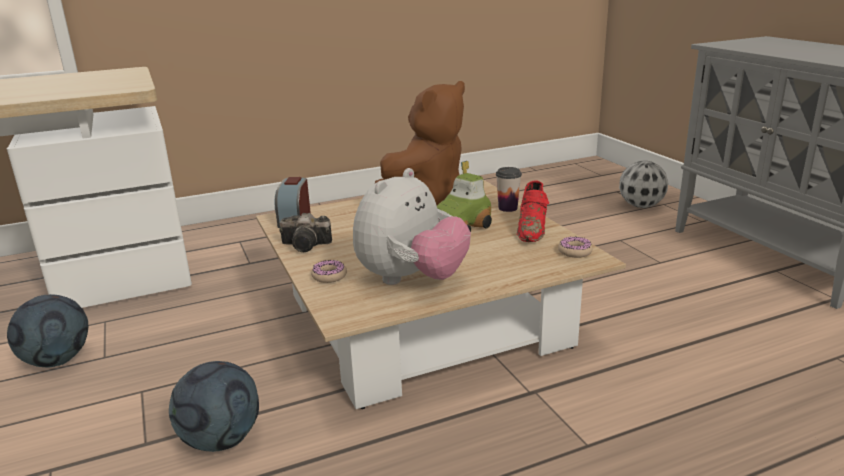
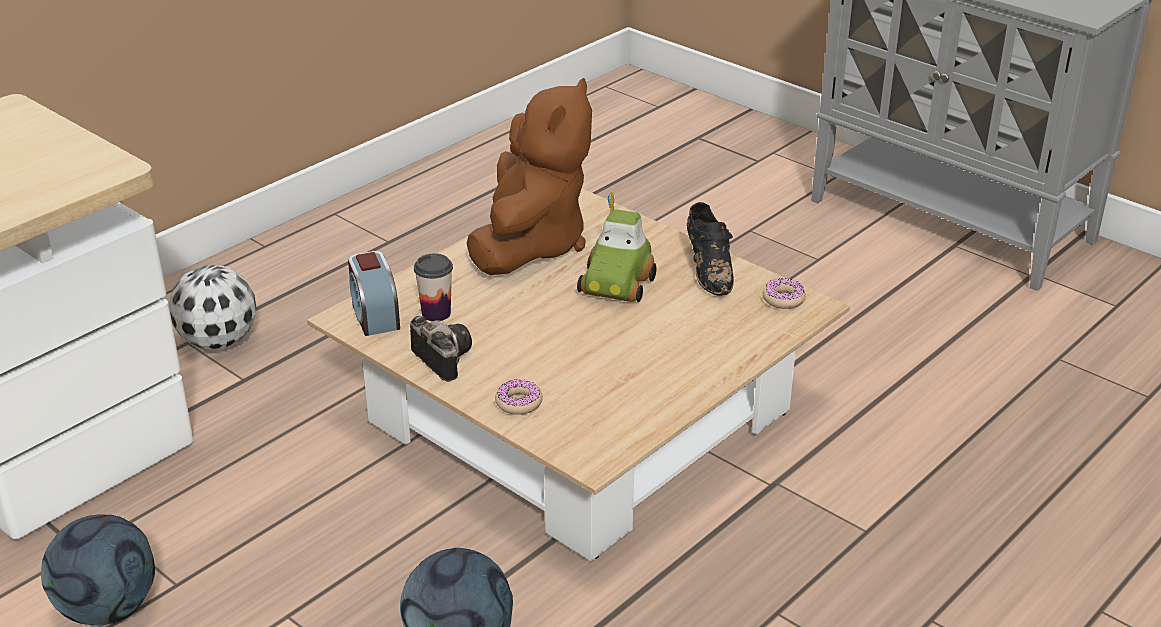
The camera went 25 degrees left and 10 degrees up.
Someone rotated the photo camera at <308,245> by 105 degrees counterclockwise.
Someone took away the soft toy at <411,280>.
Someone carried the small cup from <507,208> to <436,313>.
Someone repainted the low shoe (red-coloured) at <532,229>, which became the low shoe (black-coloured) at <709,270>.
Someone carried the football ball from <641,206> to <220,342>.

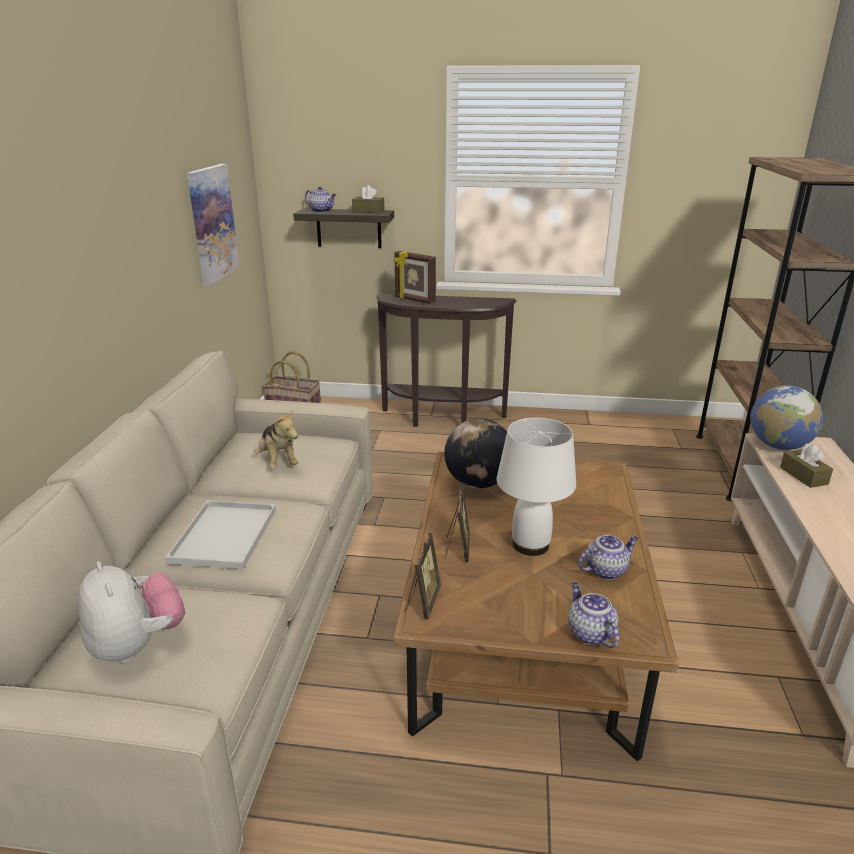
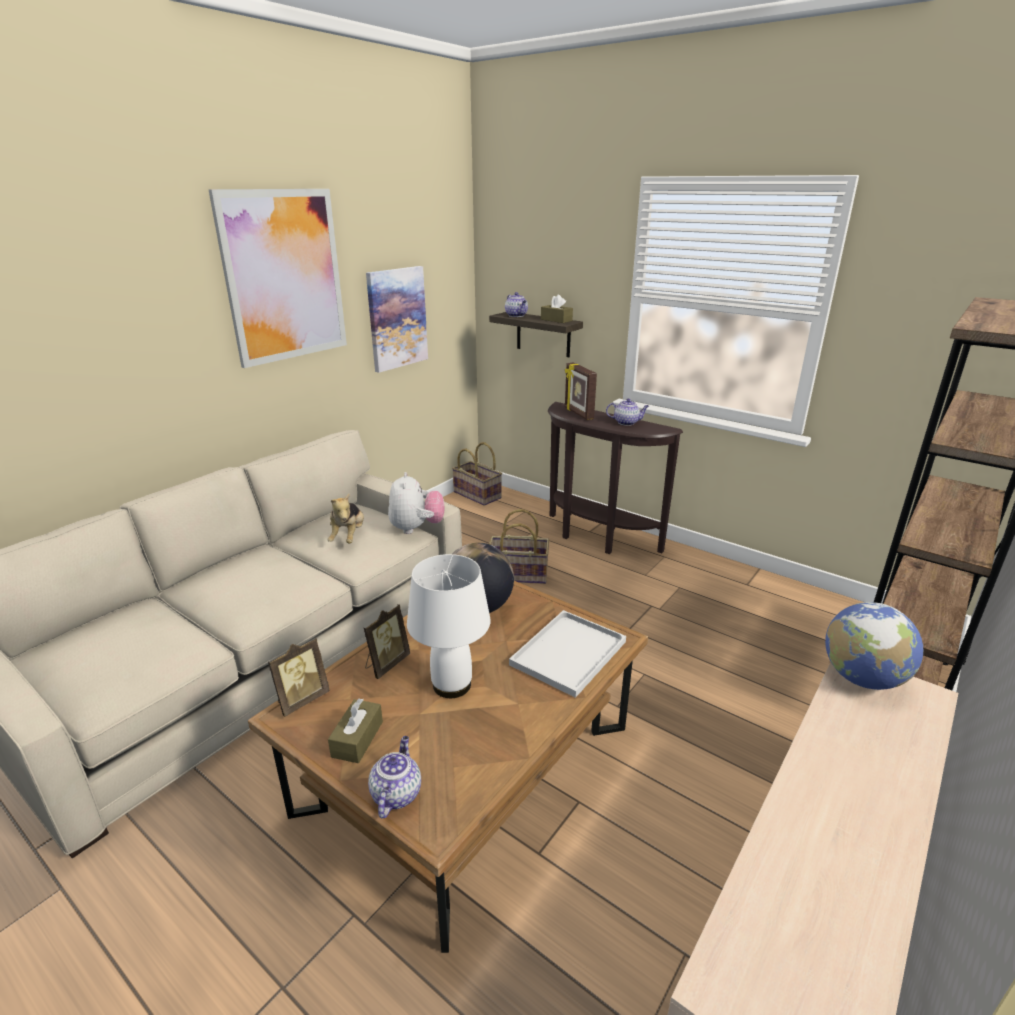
The camera went 30 degrees right and 0 degrees up.
Someone carried the soft toy from <137,645> to <416,528>.
Someone carried the carrying tray (white-coloured) from <224,537> to <568,654>.
Someone carried the tea pot from <606,570> to <626,422>.
Someone carried the tissue box (brown-coloured) from <803,476> to <357,739>.
Someone put up the wall art at <284,276>.
Someone put down the basket at <518,575>.

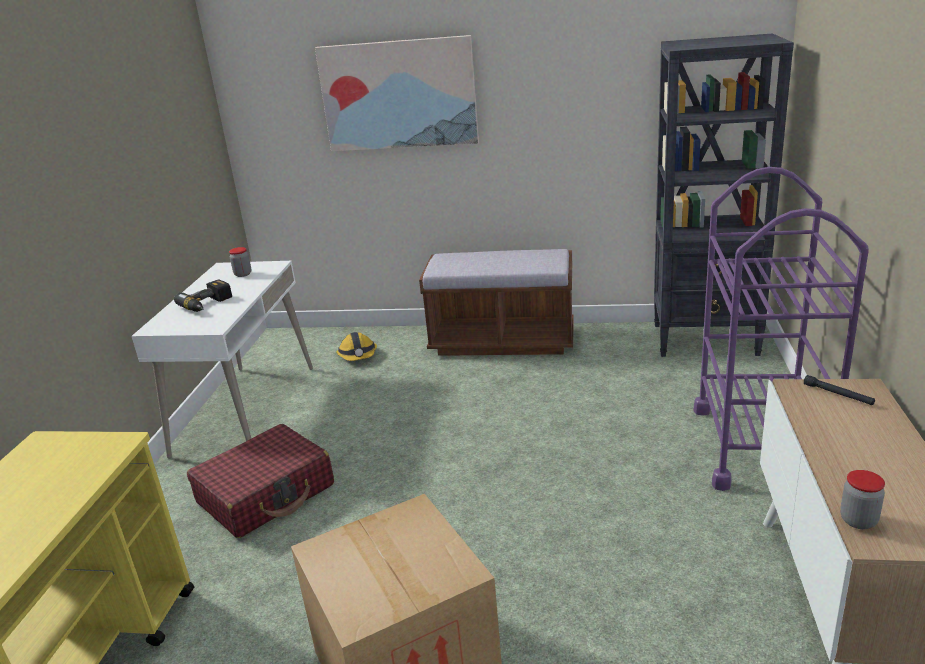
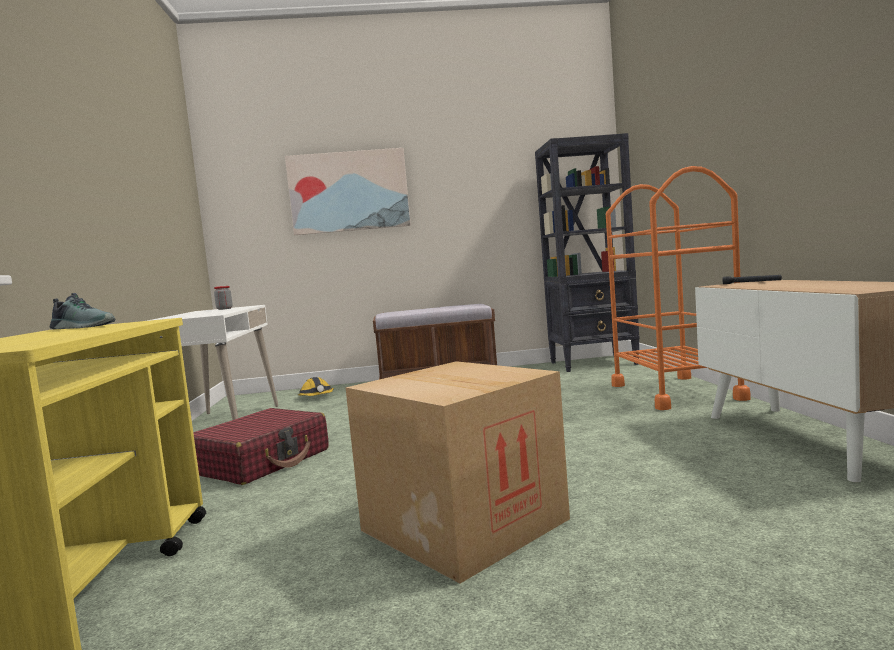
The camera went 15 degrees left and 20 degrees down.
Someone took away the drill at <208,305>.
Someone repainted the cart (purplish) at <760,446>, which became the cart (orange-coloured) at <675,392>.
Someone took away the jar at <858,520>.
Someone put down the low shoe at <85,327>.

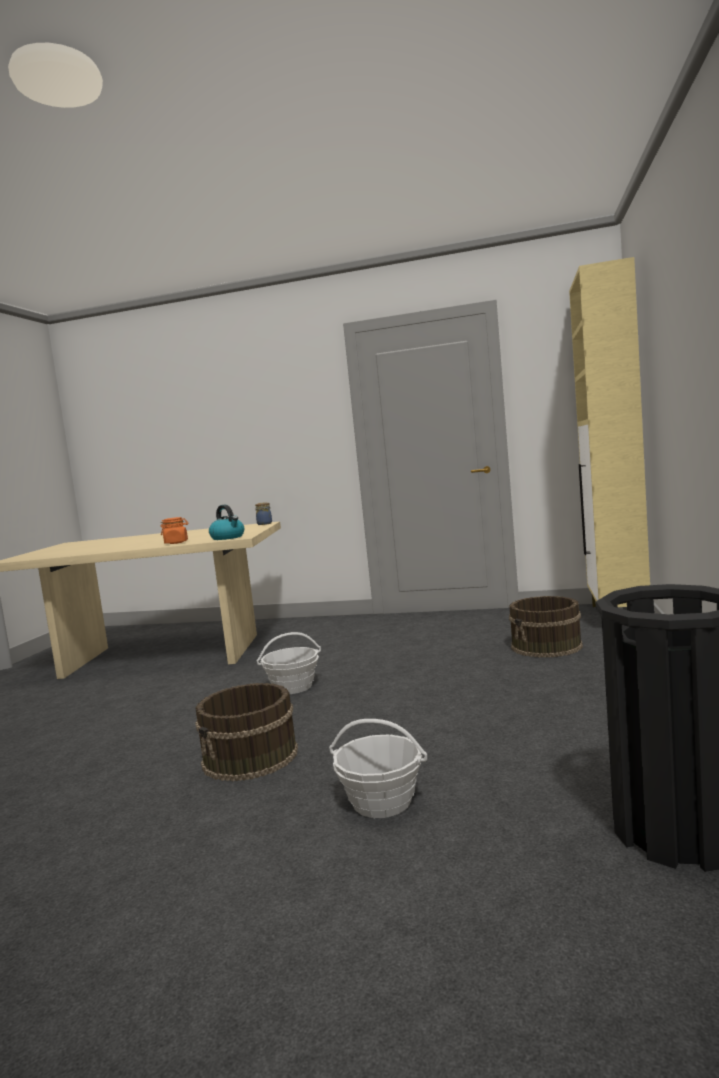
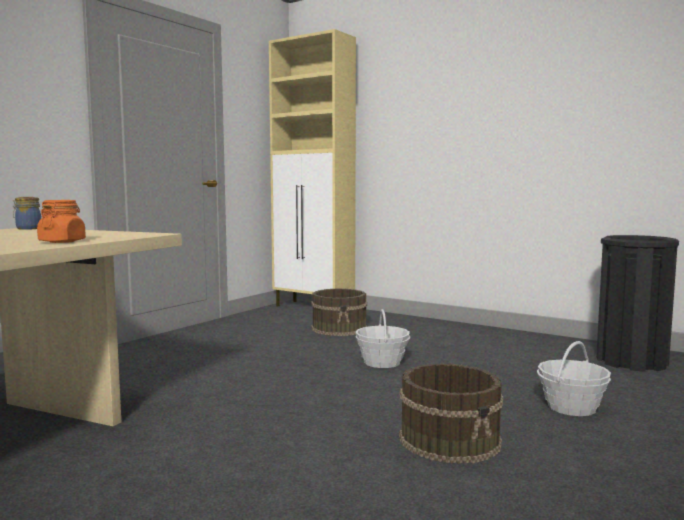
The camera went 70 degrees left and 0 degrees up.
Someone took away the tea kettle at <228,537>.
Someone carried the basket from <293,687> to <382,362>.

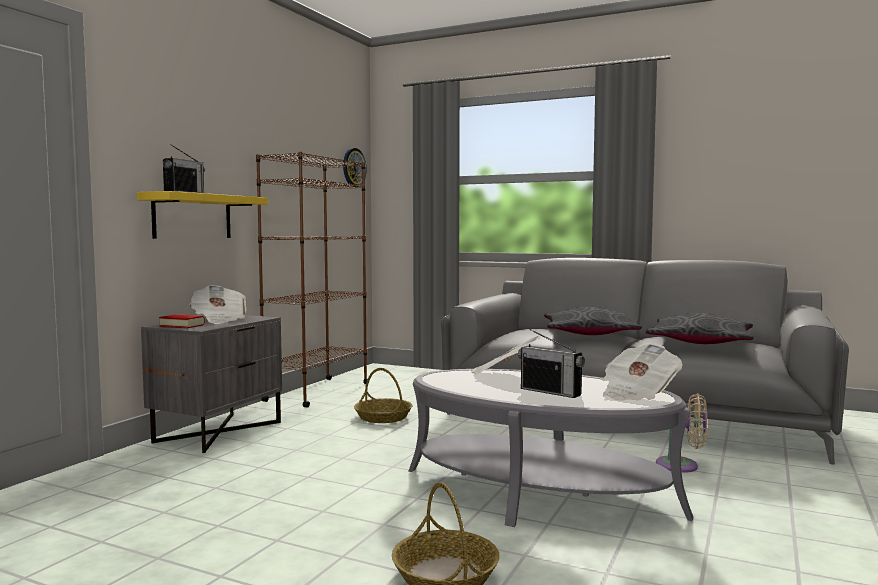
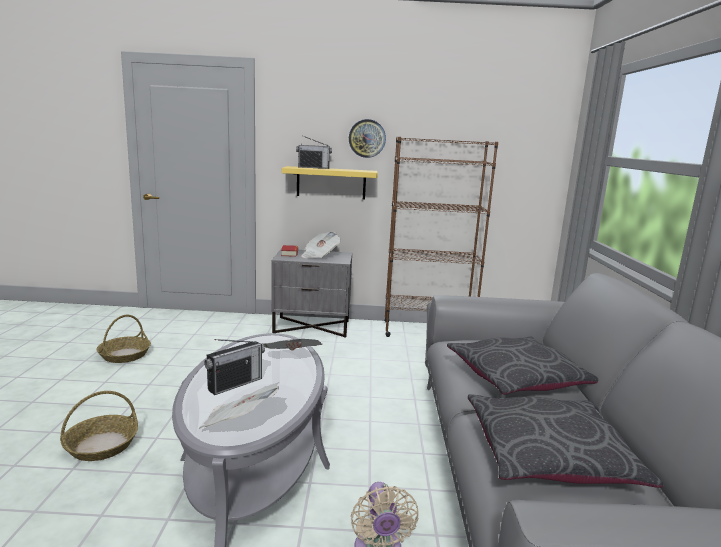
The camera went 65 degrees right and 10 degrees up.
Someone carried the wall clock from <353,167> to <367,138>.
Someone carried the basket from <383,417> to <125,355>.
Someone rotated the radio receiver at <550,392> by 150 degrees counterclockwise.

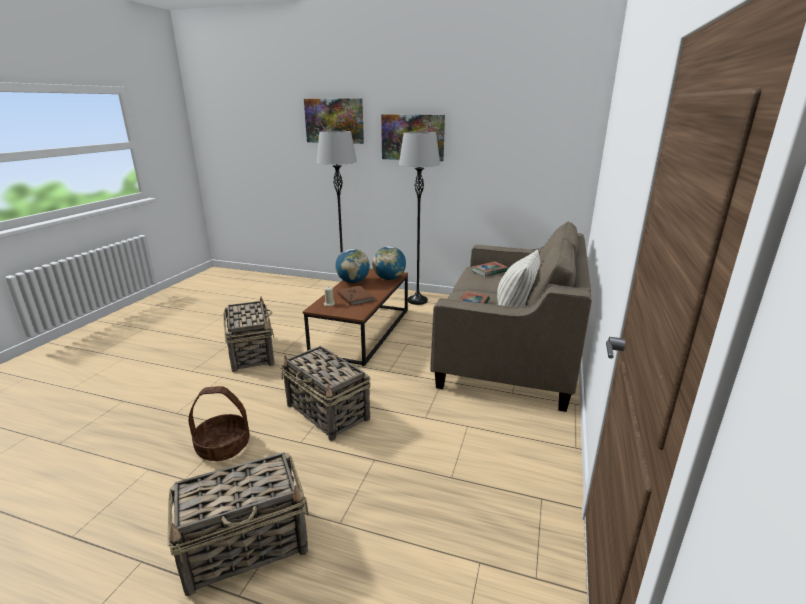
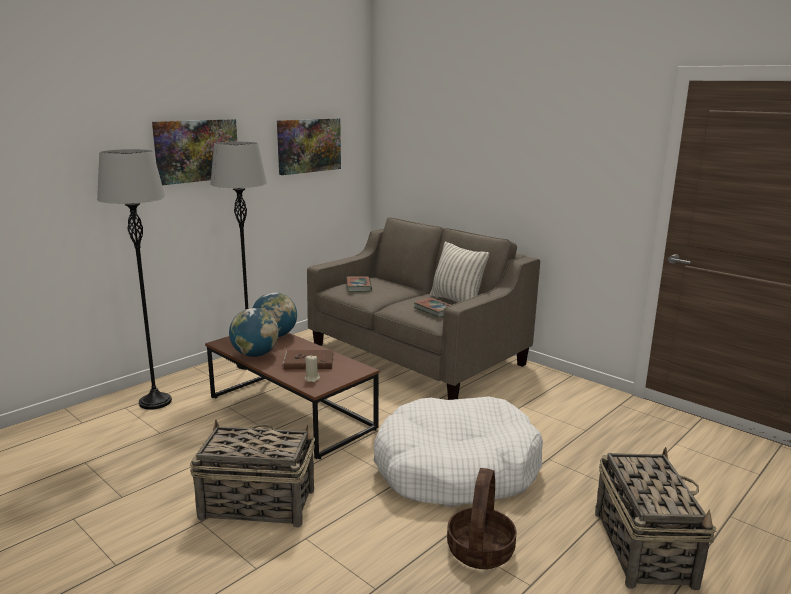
The camera went 65 degrees left and 5 degrees down.
Someone swapped the basket at <328,412> for the dog cushion (white-coloured) at <456,468>.
Someone carried the wall art from <334,121> to <309,145>.

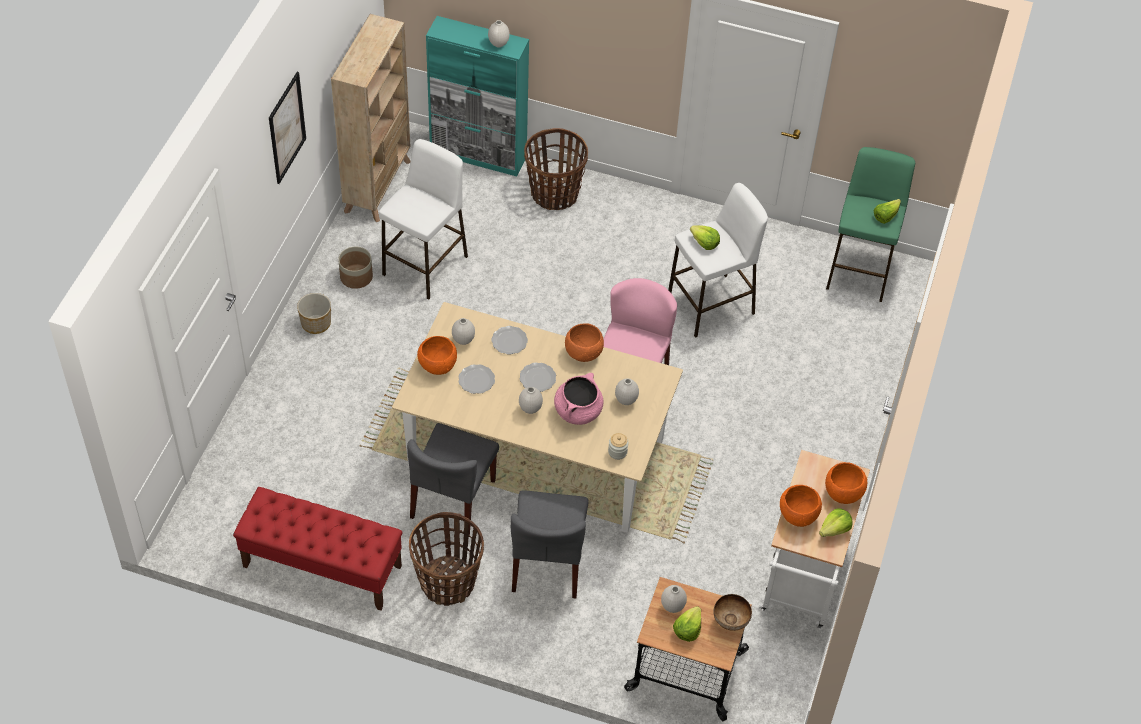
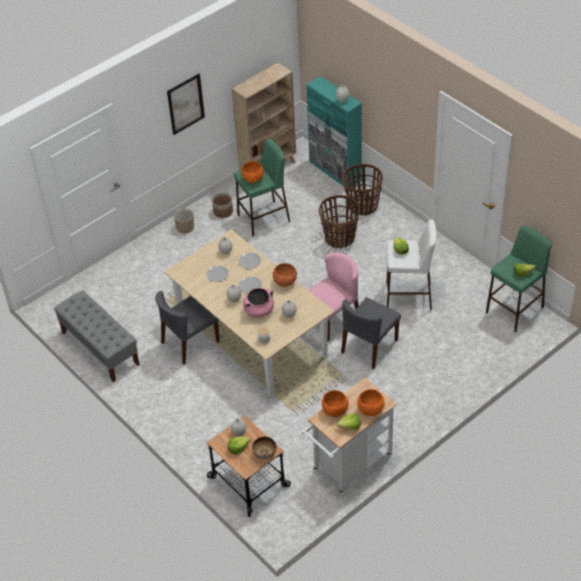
The camera went 35 degrees right and 5 degrees down.
Someone repainted the indoor bench (red-coloured) at <321,566>, which became the indoor bench (grey) at <100,348>.
Someone repainted the stool seat (white-coloured) at <425,265>, which became the stool seat (greenish) at <264,218>.
Someone carried the basket from <447,582> to <339,238>.
Someone carried the serving bowl (orange-coloured) from <437,366> to <252,179>.
Someone carried the chair (grey) from <548,563> to <369,346>.

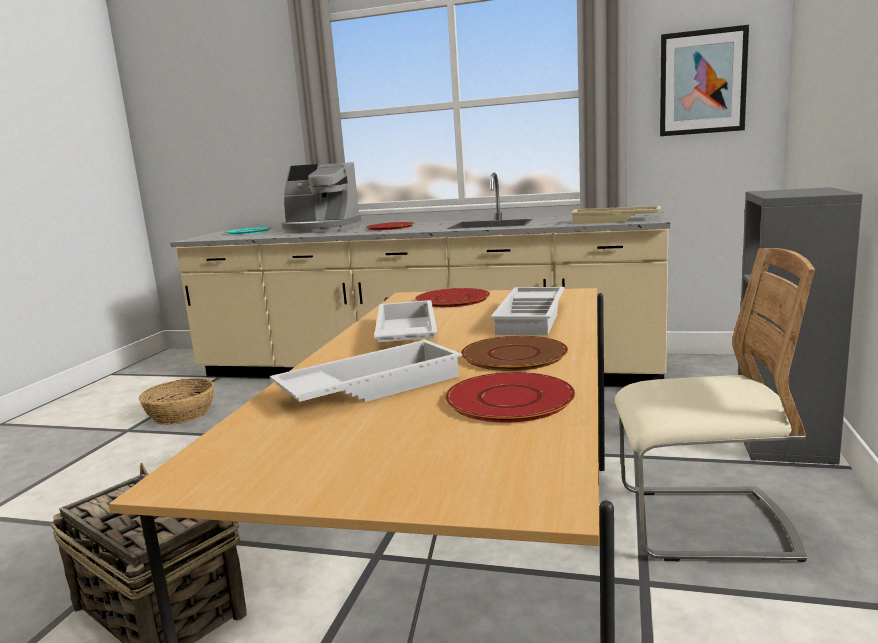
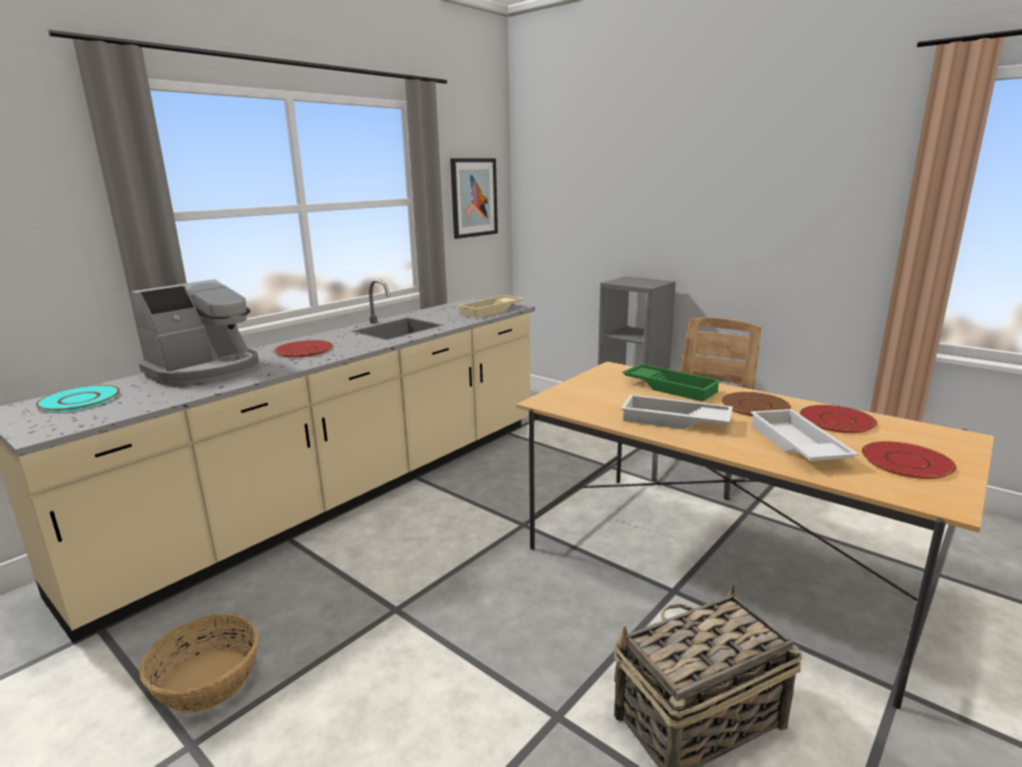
The camera went 65 degrees left and 5 degrees up.
Someone carried the plate (red-coloured) from <452,299> to <906,462>.
Someone repainted the carrying tray (white-coloured) at <533,318>, which became the carrying tray (greenish) at <671,387>.

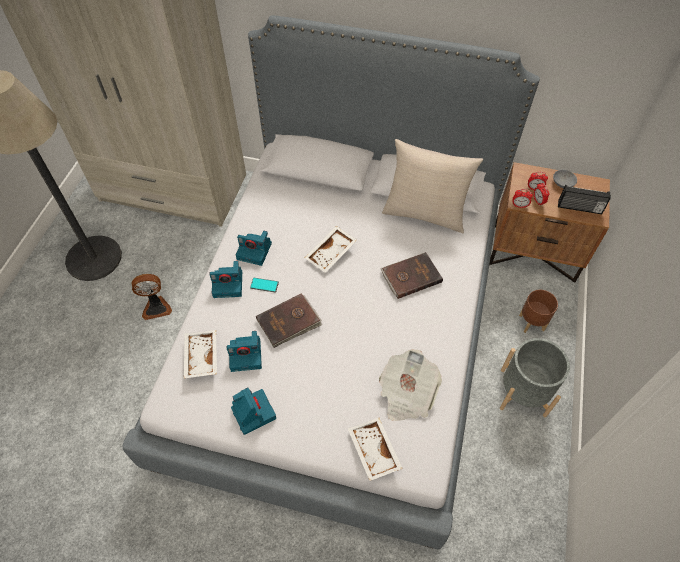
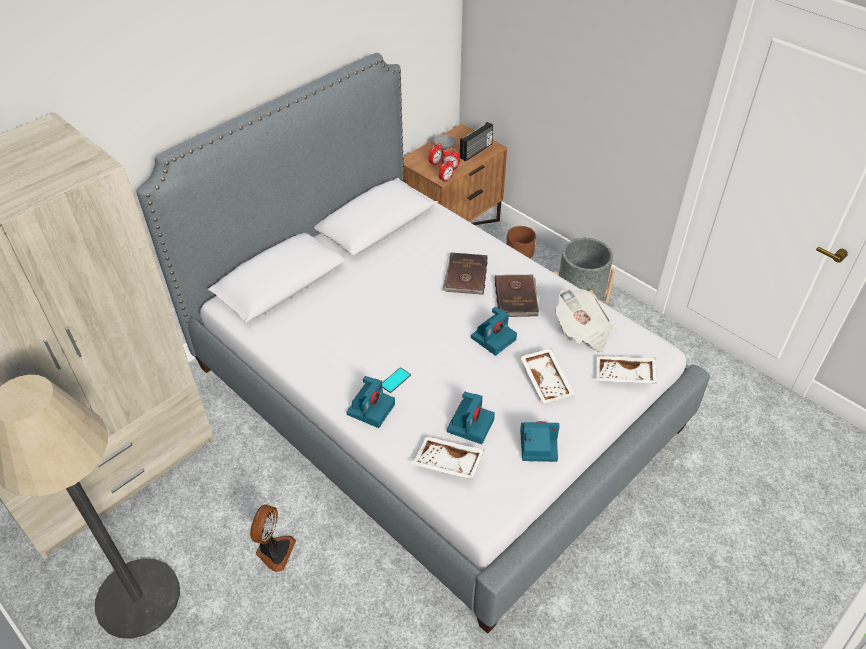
The camera went 60 degrees left and 10 degrees down.
Someone carried the photo camera from <255,251> to <493,338>.
Someone carried the bound book (brown-coloured) from <289,322> to <516,297>.
Someone carried the carrying tray (white-coloured) from <331,253> to <547,380>.
Someone took away the pillow (sand-coloured) at <425,213>.

